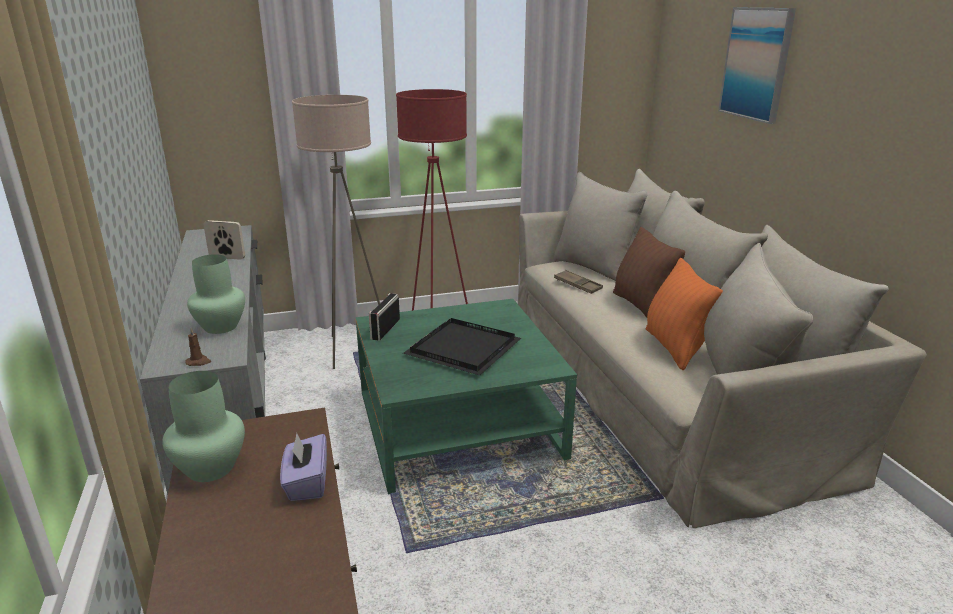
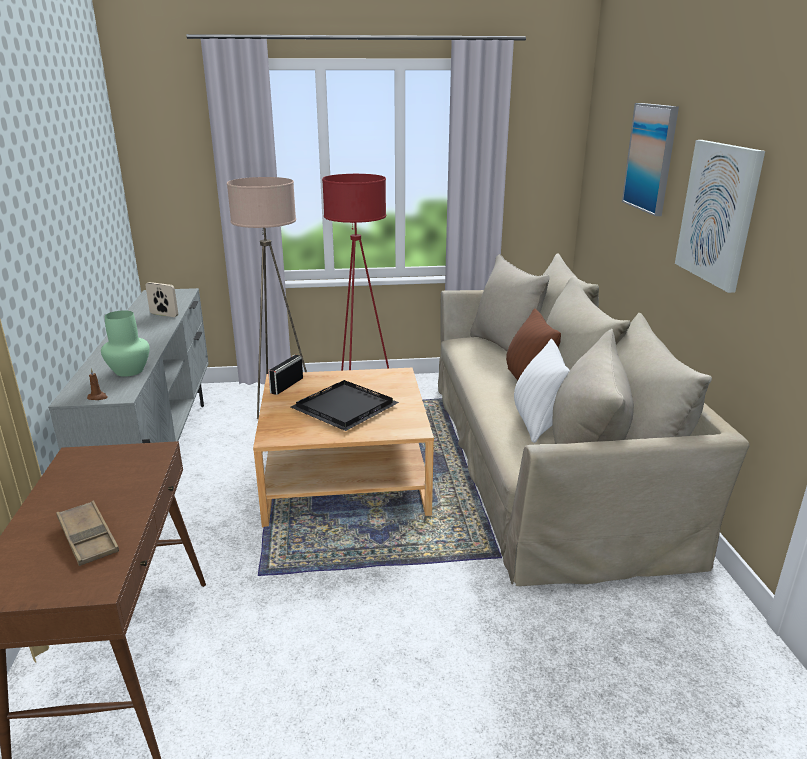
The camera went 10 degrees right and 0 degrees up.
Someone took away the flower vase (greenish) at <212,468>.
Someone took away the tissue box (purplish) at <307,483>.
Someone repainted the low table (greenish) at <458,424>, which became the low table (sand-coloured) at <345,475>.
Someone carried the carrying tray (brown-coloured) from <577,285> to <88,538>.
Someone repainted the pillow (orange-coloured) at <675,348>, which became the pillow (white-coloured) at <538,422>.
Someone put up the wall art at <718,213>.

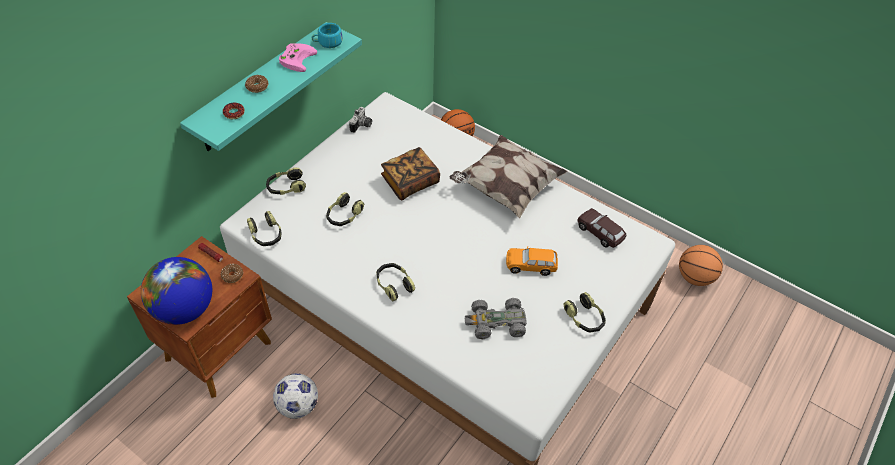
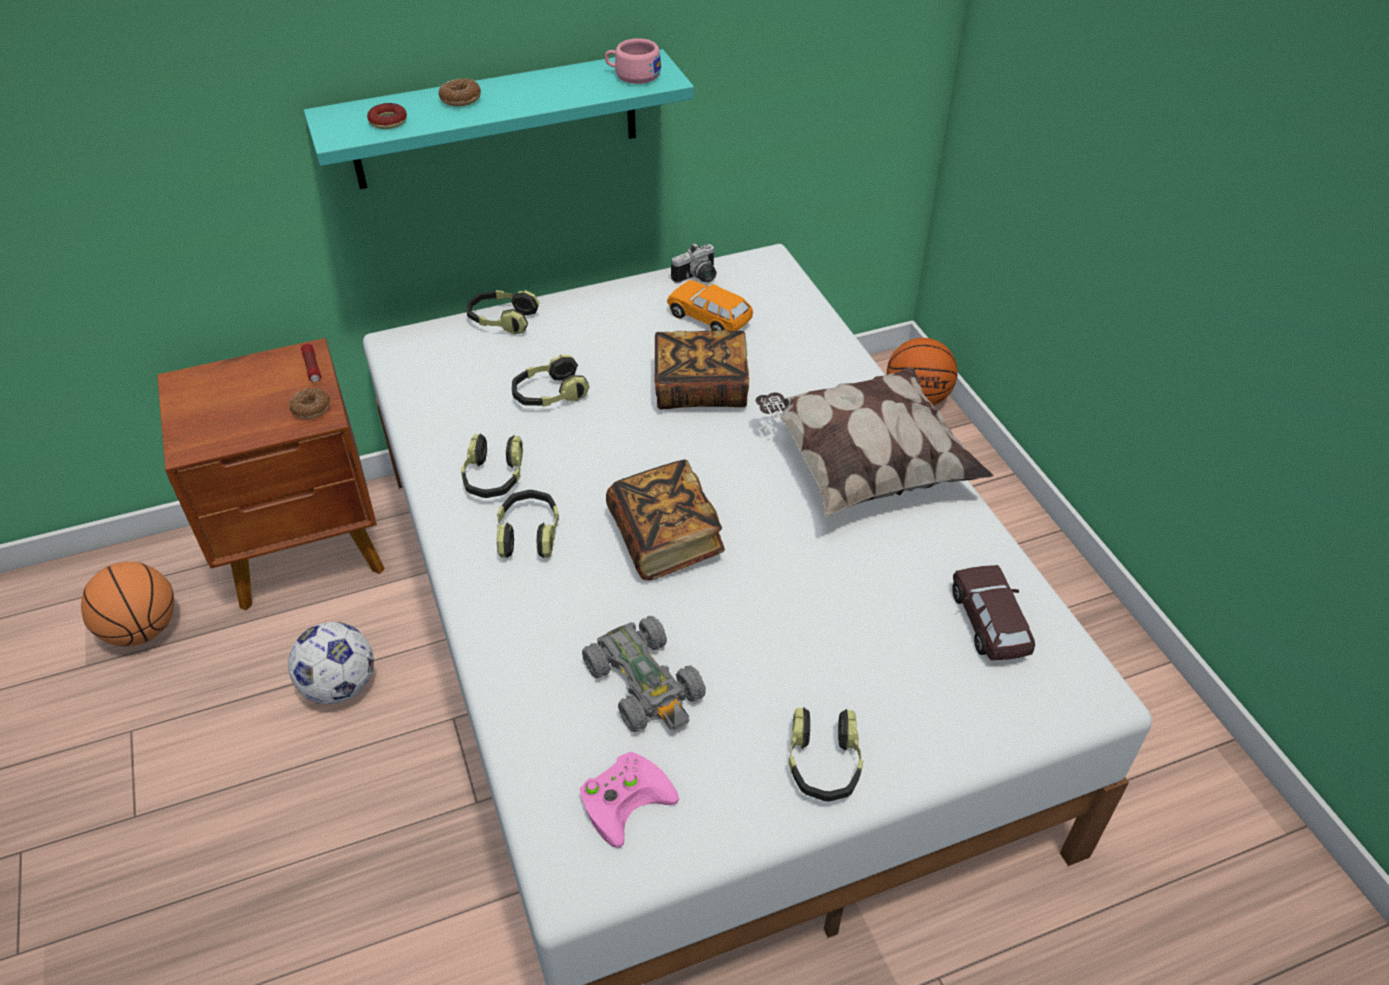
The camera went 35 degrees right and 5 degrees down.
Someone took away the world globe at <185,309>.
Someone carried the headset from <266,235> to <494,478>.
Someone carried the gamepad (pink) from <296,58> to <626,796>.
Someone repainted the small cup (turquoise-coloured) at <327,42>, which became the small cup (pink) at <632,75>.
Someone rotated the miniature car (grey) at <496,323> by 150 degrees counterclockwise.
Someone carried the miniature car (orange-coloured) from <531,265> to <709,319>.
Someone carried the basketball from <694,277> to <143,630>.
Someone put down the bound book at <665,538>.

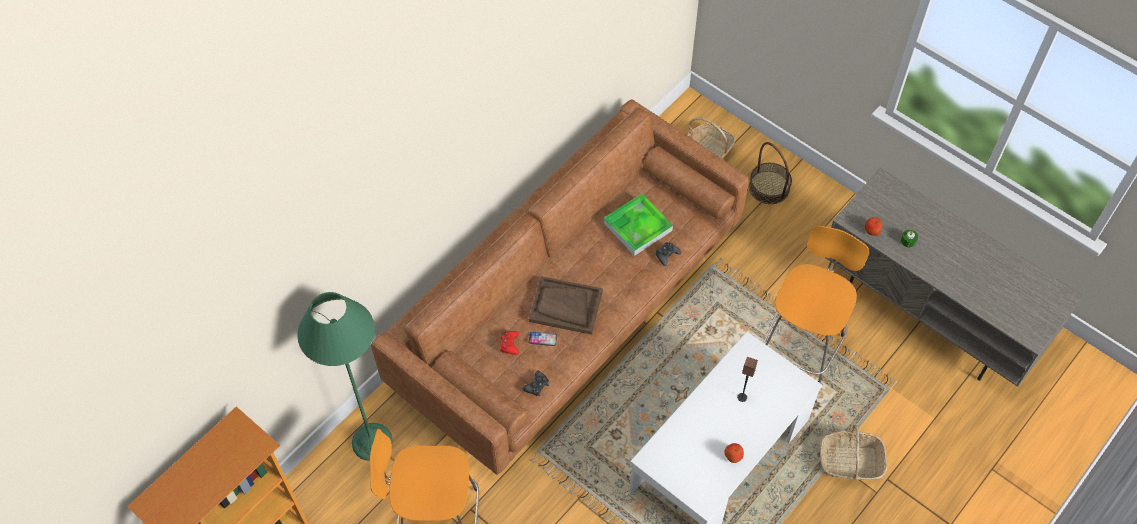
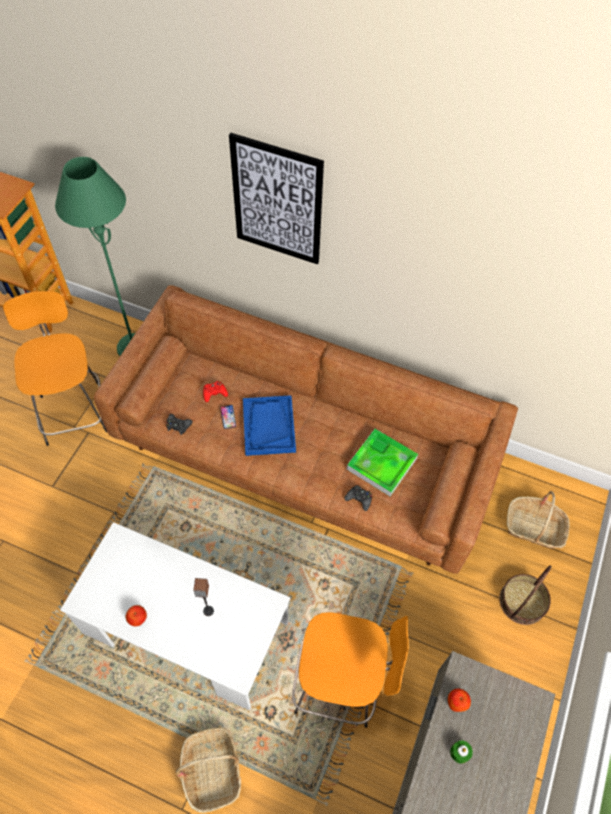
The camera went 70 degrees right and 0 degrees up.
Someone repainted the carrying tray (brown-coloured) at <565,306>, which became the carrying tray (bluish) at <268,426>.
Someone put up the wall art at <277,201>.

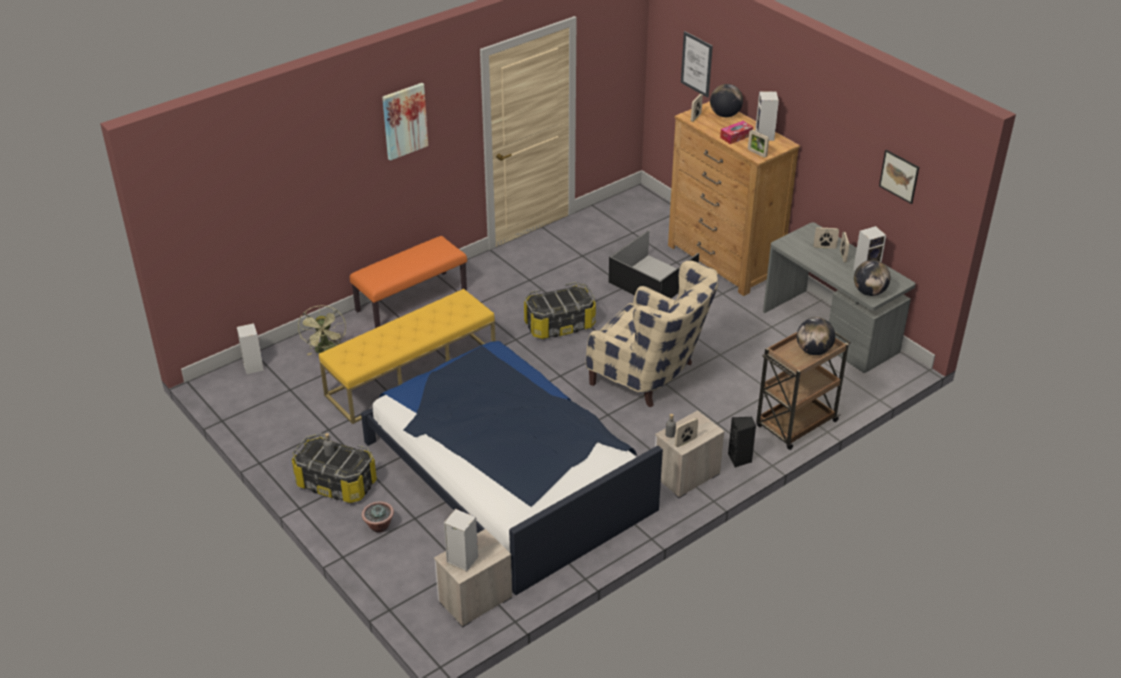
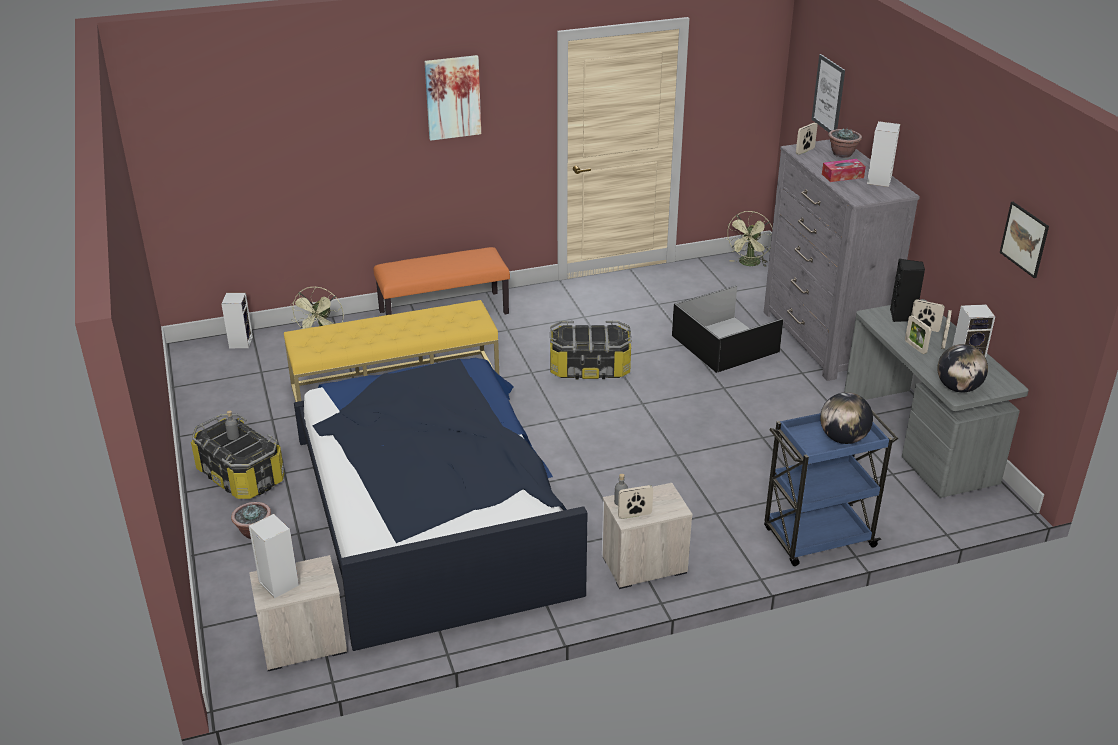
The camera went 20 degrees right and 5 degrees down.
Someone took away the armchair (sand-coloured) at <651,376>.
Someone repainted the chest of drawers (brown-coloured) at <724,261>, which became the chest of drawers (grey) at <823,340>.
Someone swapped the world globe at <725,115> for the plant in a pot at <842,154>.
Someone carried the speaker (black-coloured) from <740,459> to <902,316>.
Someone carried the standing frame from <757,153> to <915,347>.
Someone repainted the cart (brown-coloured) at <795,425>, which became the cart (bluish) at <817,538>.
Someone put down the cooling fan (greenish) at <748,264>.

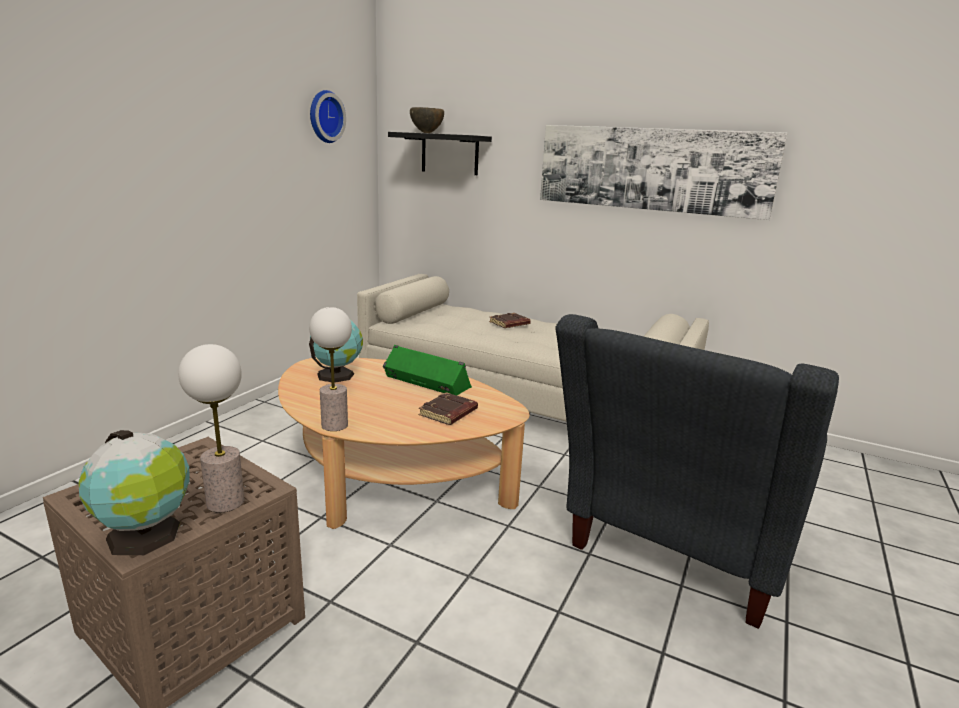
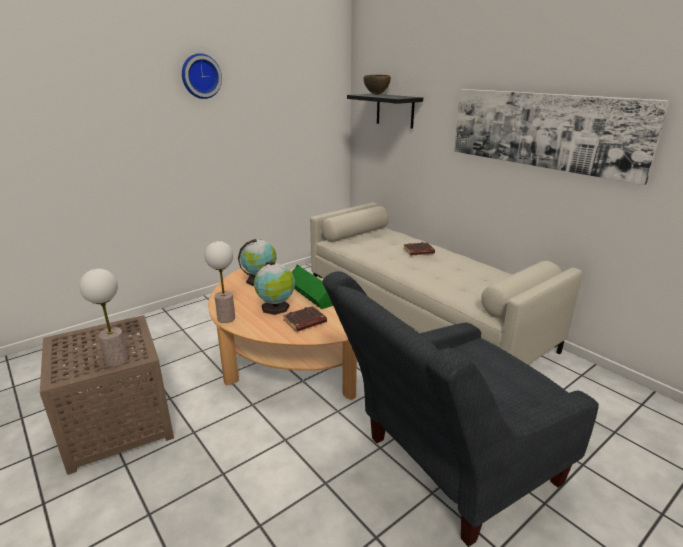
The camera went 25 degrees right and 5 degrees up.
Someone carried the world globe from <146,536> to <276,308>.
Someone carried the wall clock from <324,116> to <200,76>.

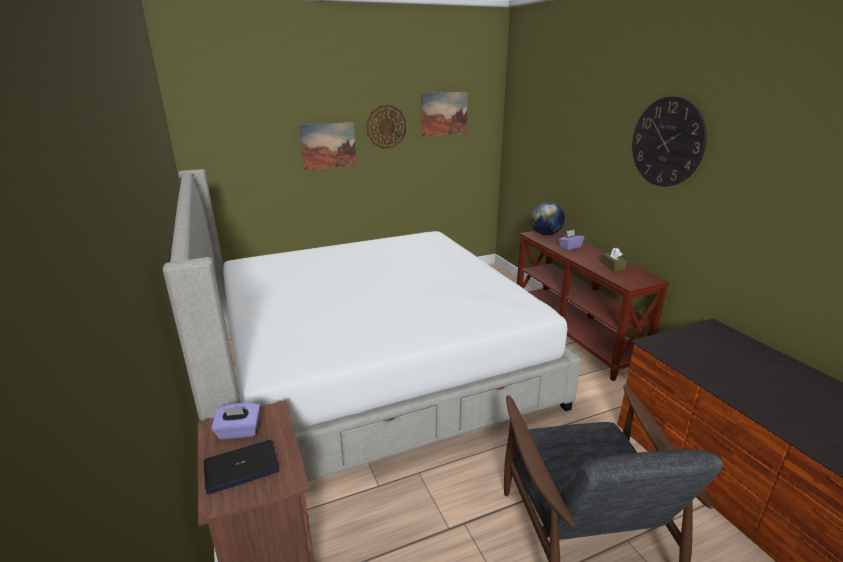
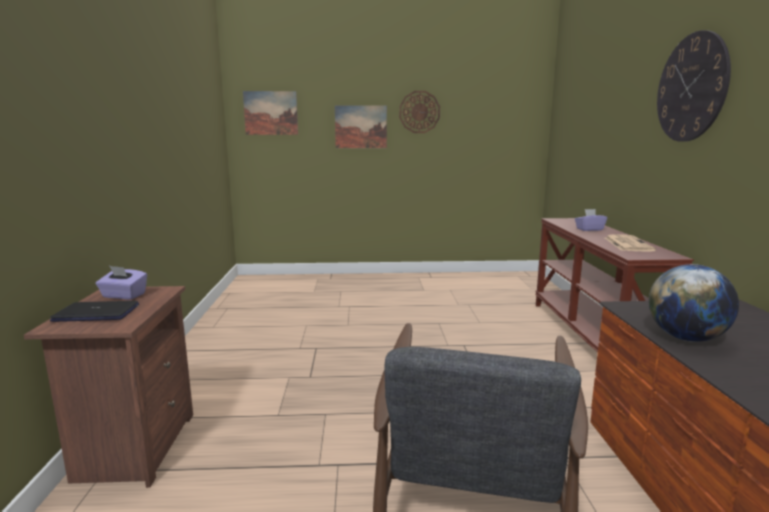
The camera went 20 degrees right and 10 degrees down.
Someone took away the bedroom bed at <370,369>.
Someone carried the wall art from <444,114> to <271,113>.
Someone carried the world globe from <545,234> to <686,338>.
Someone swapped the tissue box (brown-coloured) at <612,266> for the printed paper at <627,244>.

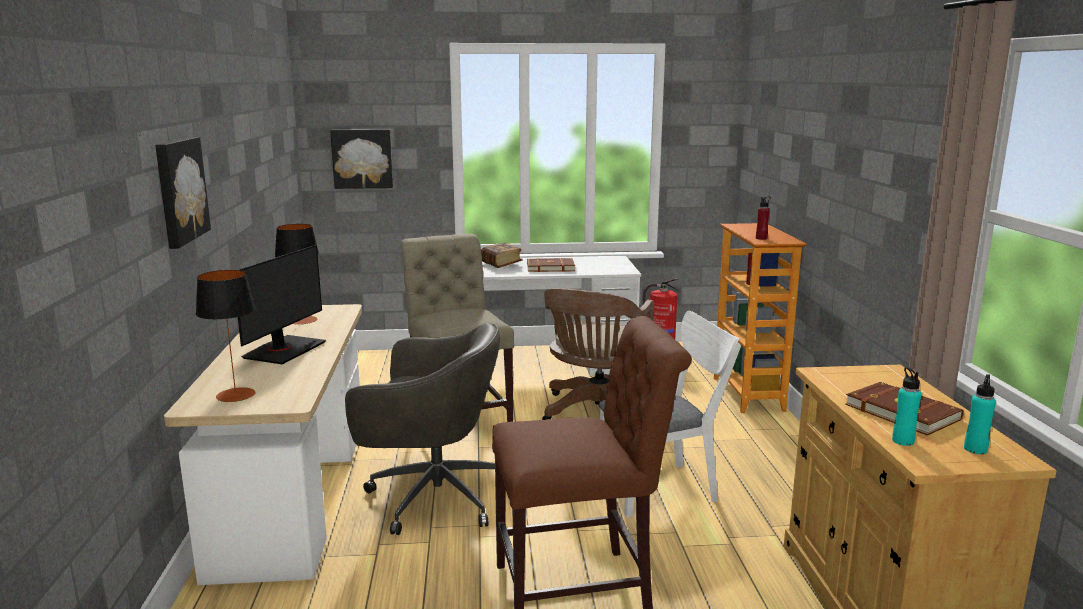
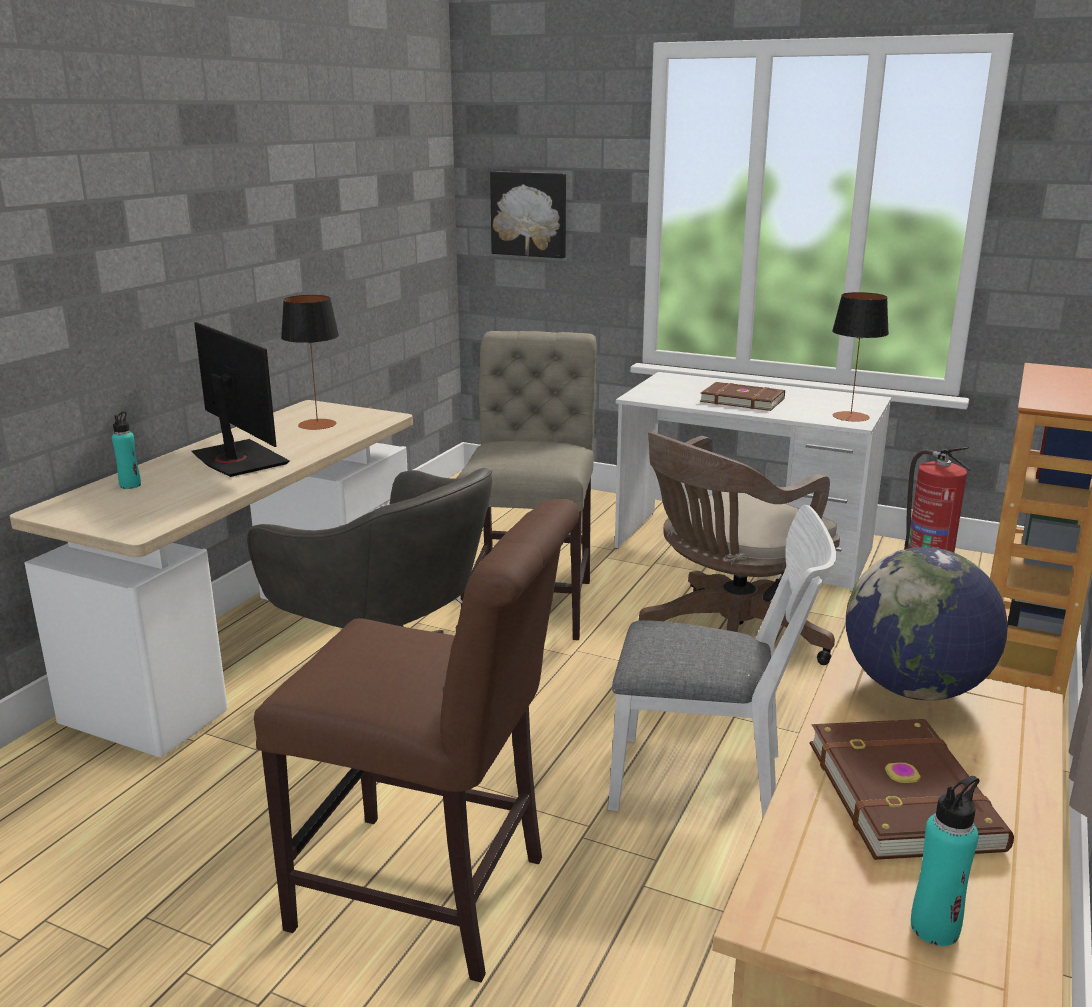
The camera went 30 degrees right and 5 degrees up.
Someone took away the wall art at <179,190>.
Someone carried the lamp for a table from <235,395> to <850,416>.
Someone rotated the computer screen at <283,350> by 90 degrees counterclockwise.
Someone took away the bound book at <501,264>.
Someone took away the drink bottle (red-coloured) at <761,238>.
Someone carried the drink bottle (turquoise-coloured) from <903,441> to <130,485>.
Someone put down the world globe at <914,689>.

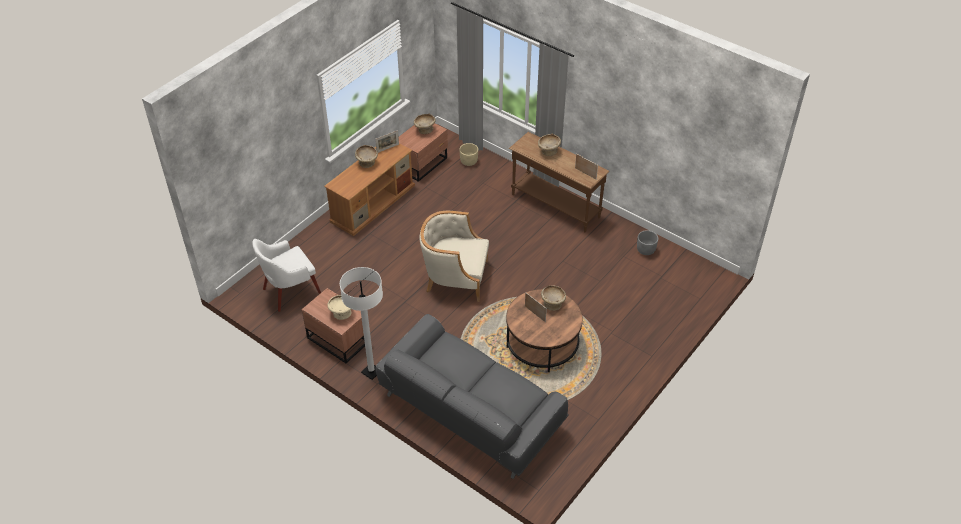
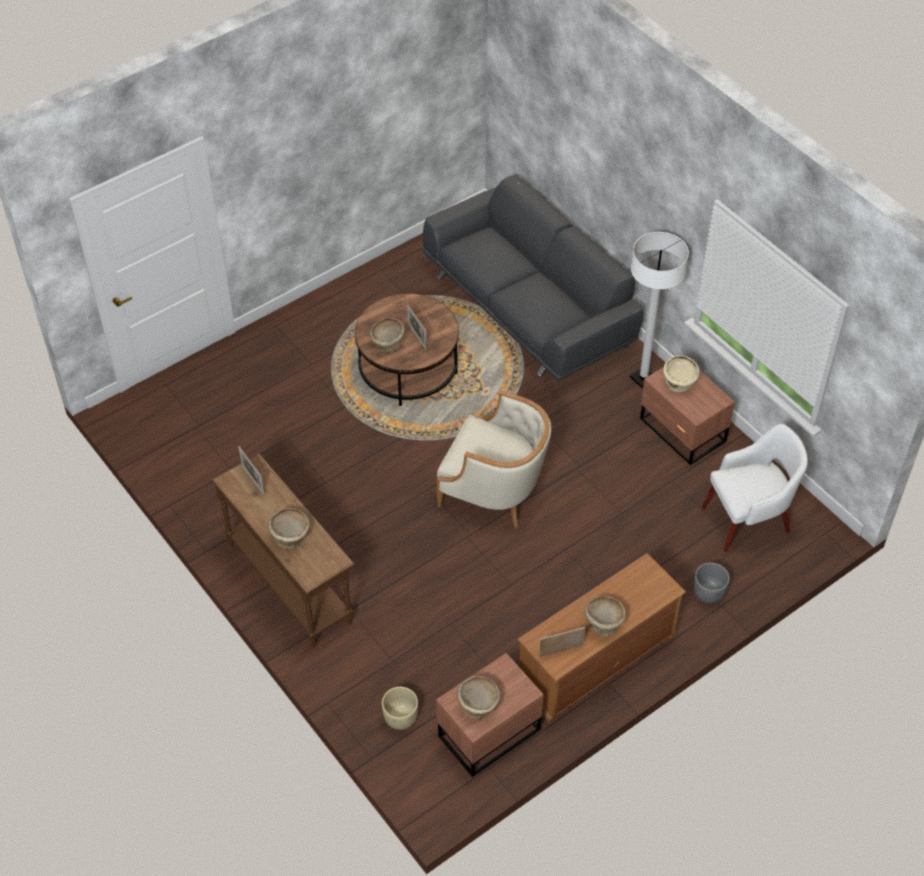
The camera went 165 degrees left and 5 degrees up.
Someone carried the plant pot (grey) from <645,250> to <708,593>.

